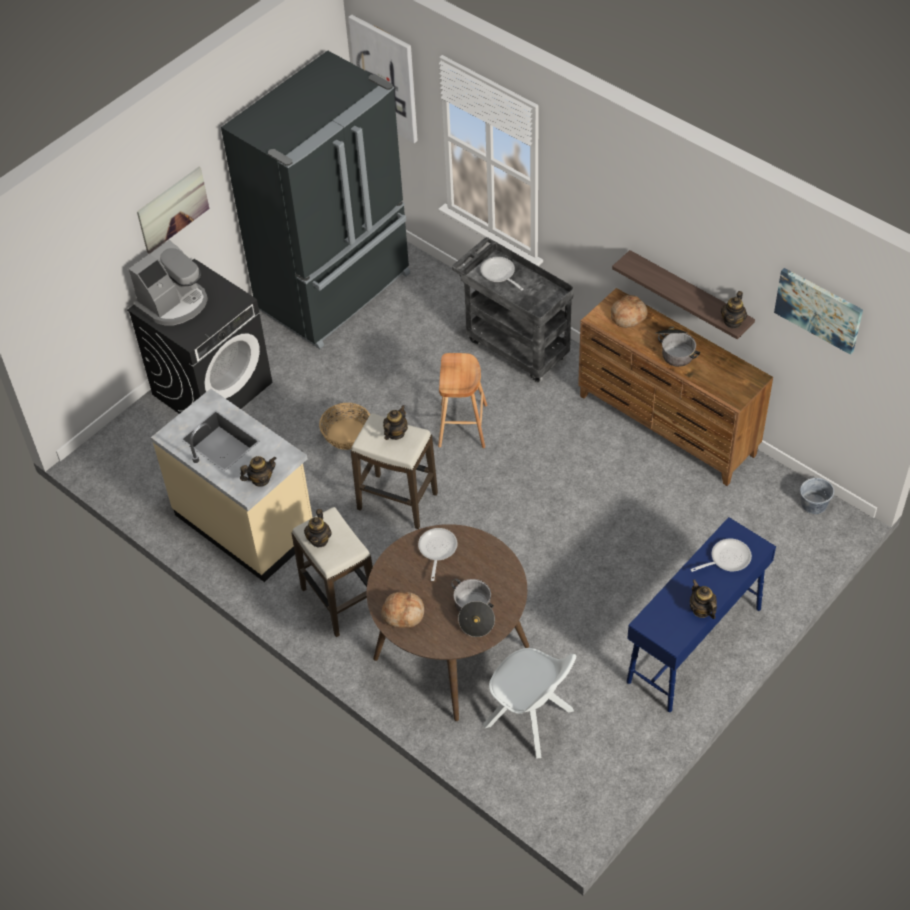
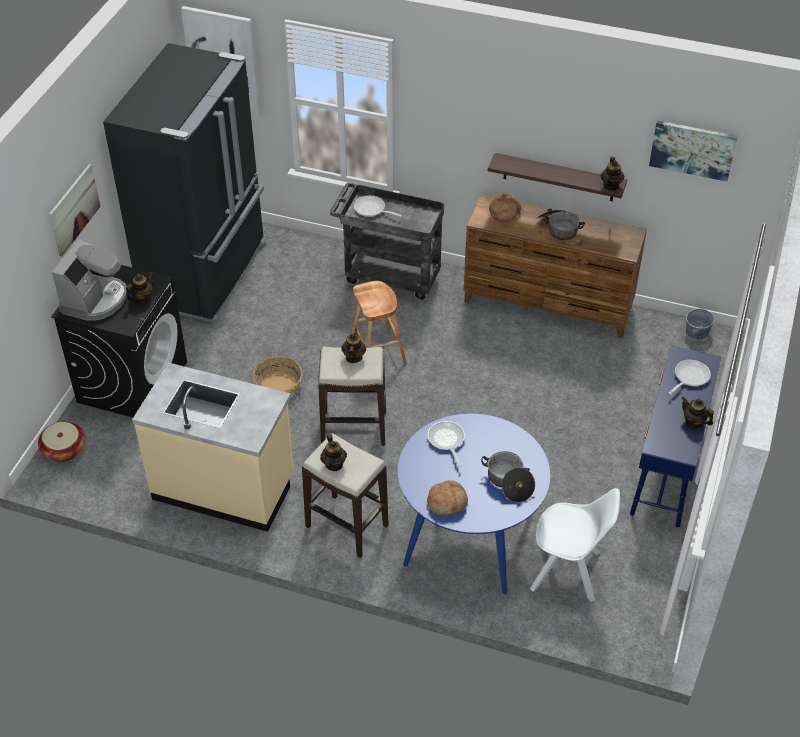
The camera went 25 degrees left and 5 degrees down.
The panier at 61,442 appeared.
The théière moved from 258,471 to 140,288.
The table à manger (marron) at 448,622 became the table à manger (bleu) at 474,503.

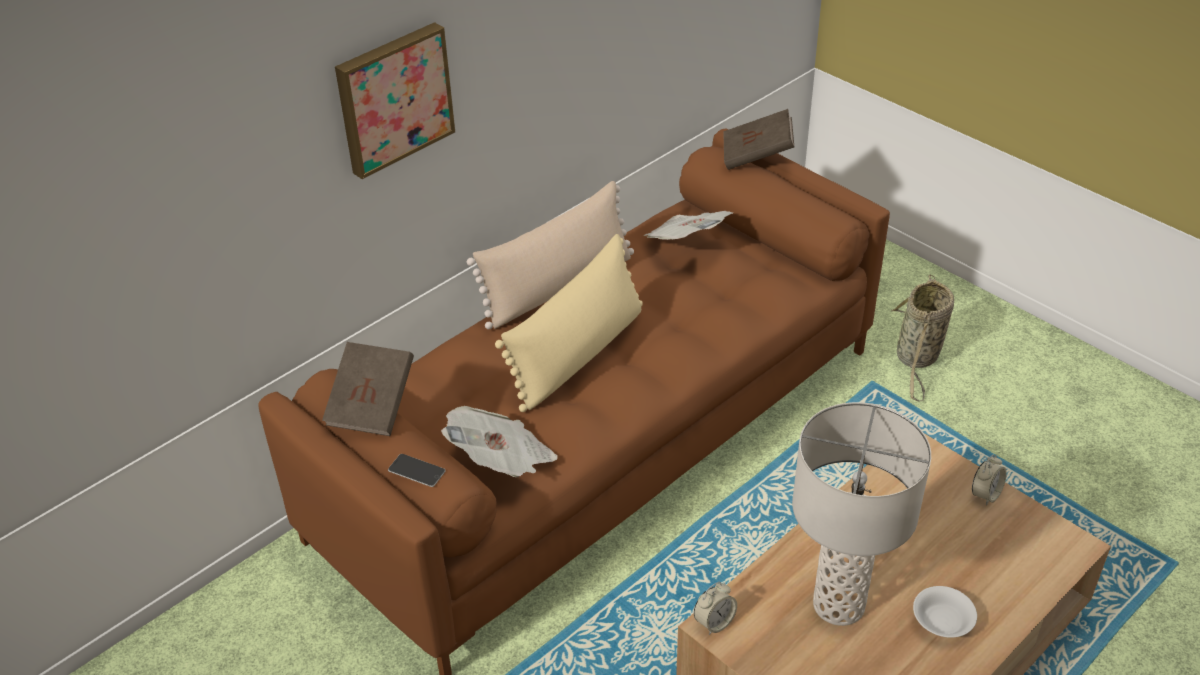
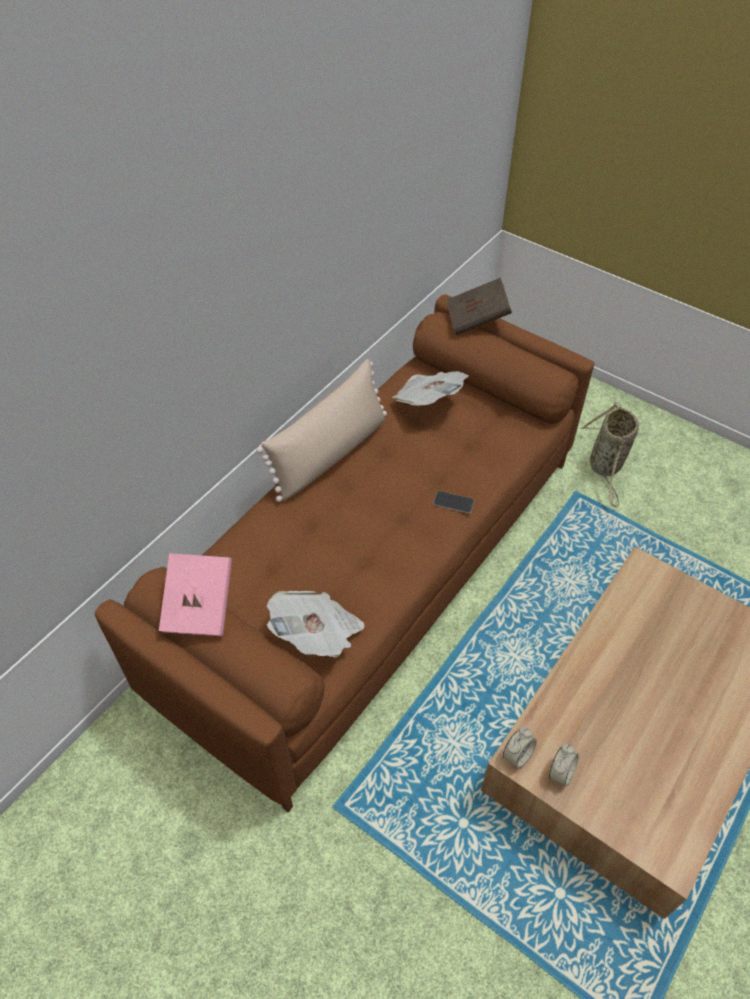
The camera went 10 degrees left and 10 degrees up.
The livre (marron) at 368,389 became the livre (rose) at 195,594.
The téléphone moved from 417,470 to 454,502.
The réveil moved from 989,480 to 564,765.
The tableau at 395,100 disappeared.
The coussin (beige) at 569,323 disappeared.
The lampe de table (blanc) at 861,514 disappeared.
The bol (blanc) at 945,612 disappeared.

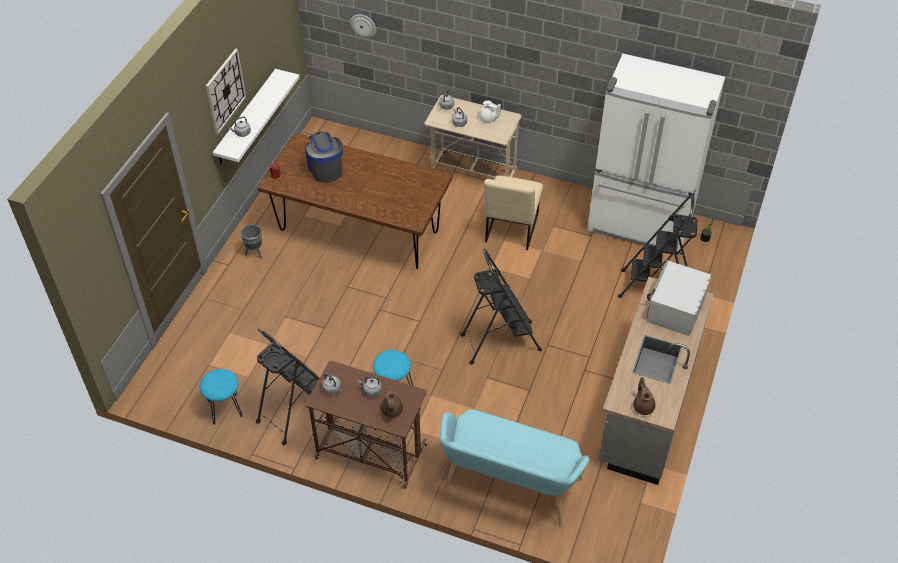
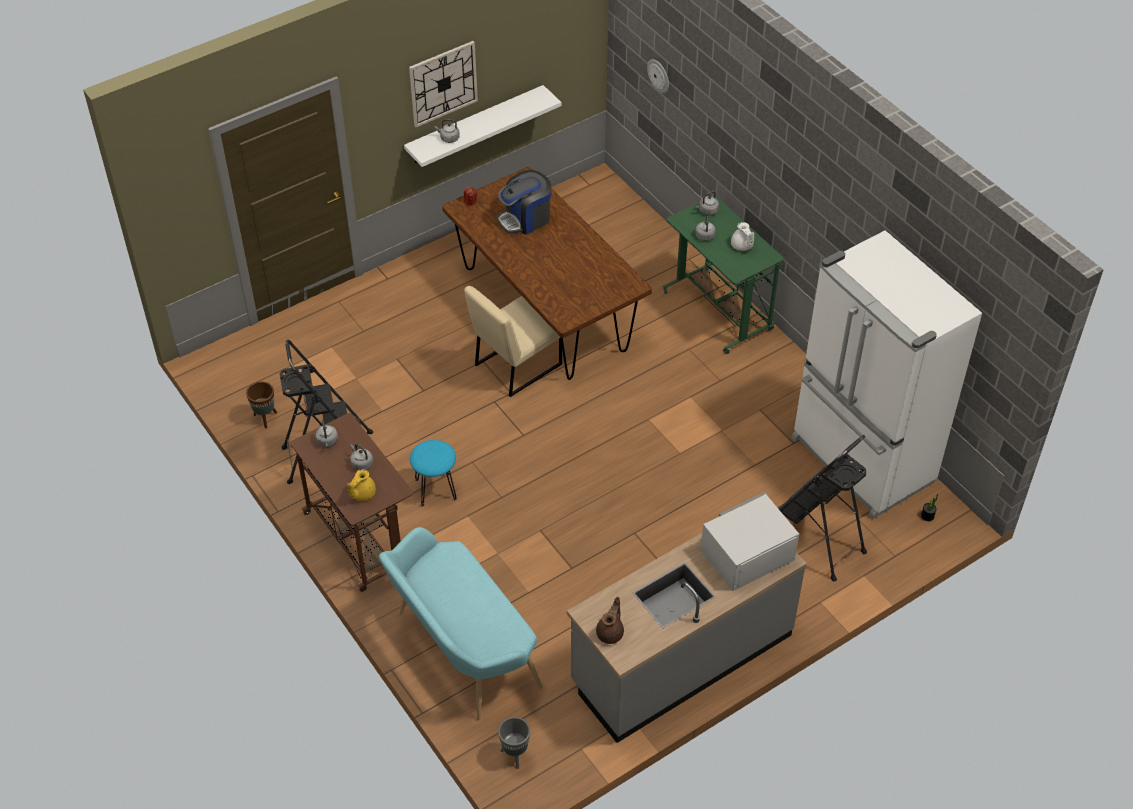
The camera went 35 degrees right and 0 degrees up.
The tabouret (turquoise) at 221,397 was replaced by the cache-pot (marron) at 261,405.
The théière (marron) at 392,404 became the théière (jaune) at 361,485.
The chaise (beige) moved from 513,213 to 513,341.
The machine à café at 324,157 turned 135 degrees counterclockwise.
The cache-pot (gris) moved from 251,241 to 514,743.
The bureau (beige) at 472,136 became the bureau (vert) at 723,275.
The escabeau at 501,307 disappeared.

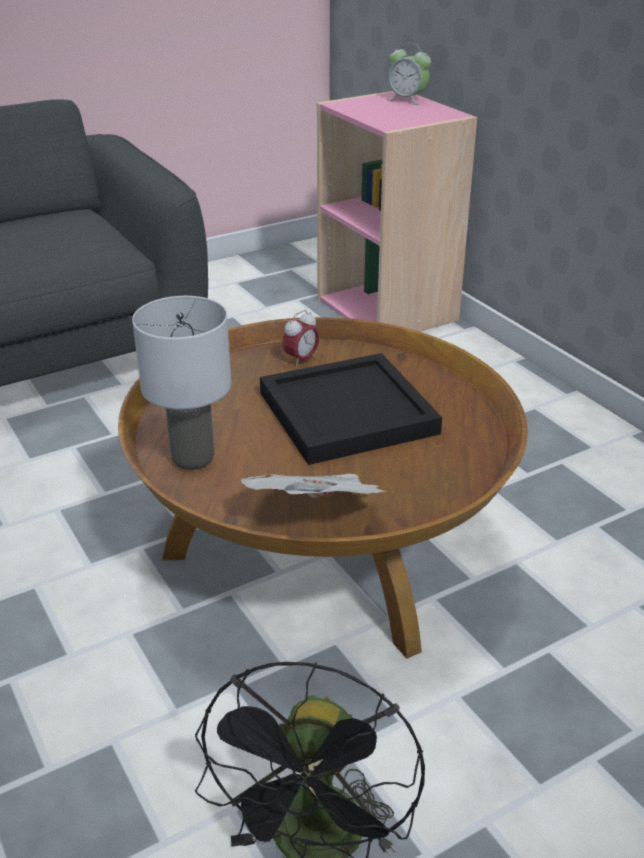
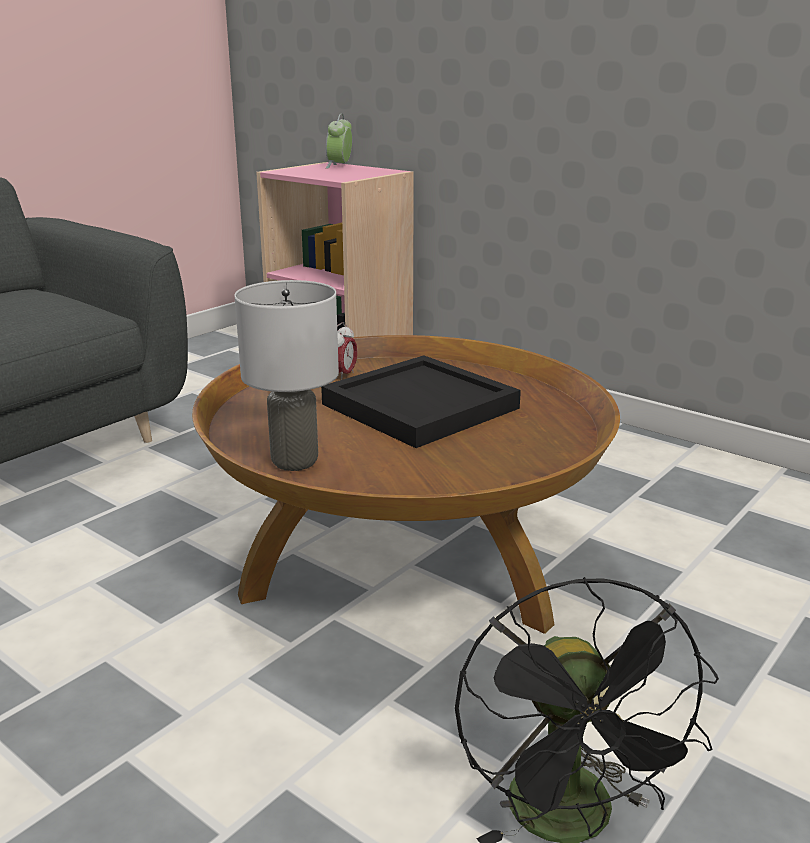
The camera went 20 degrees left and 10 degrees down.
The réveil at 409,74 turned 90 degrees clockwise.
The journal at 314,486 disappeared.

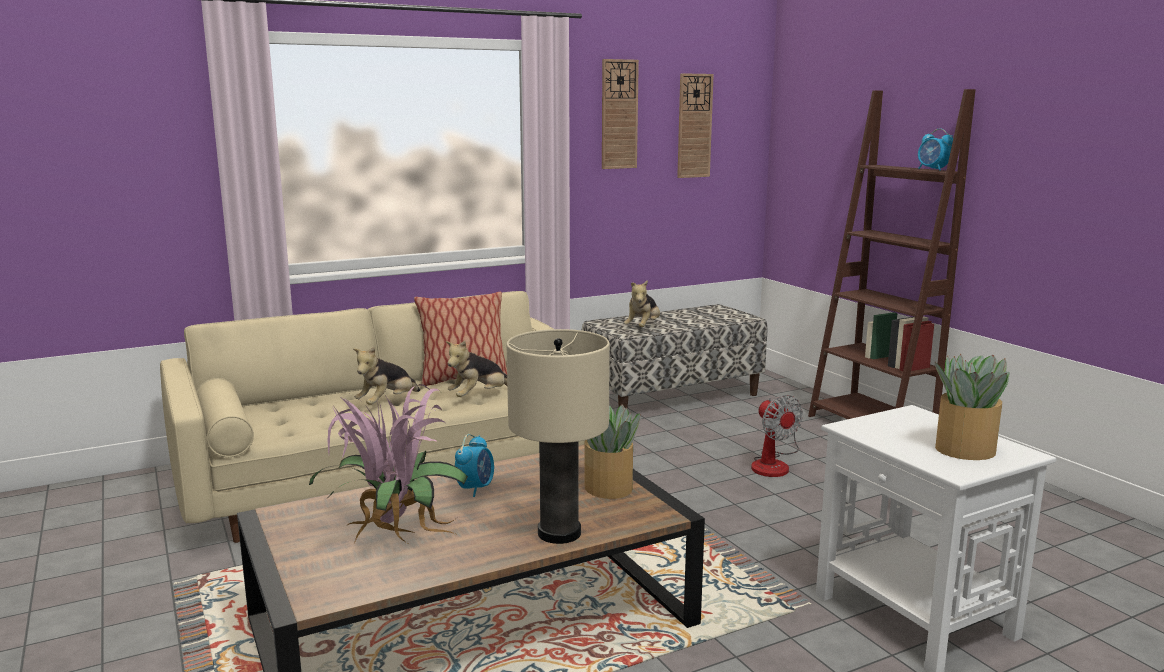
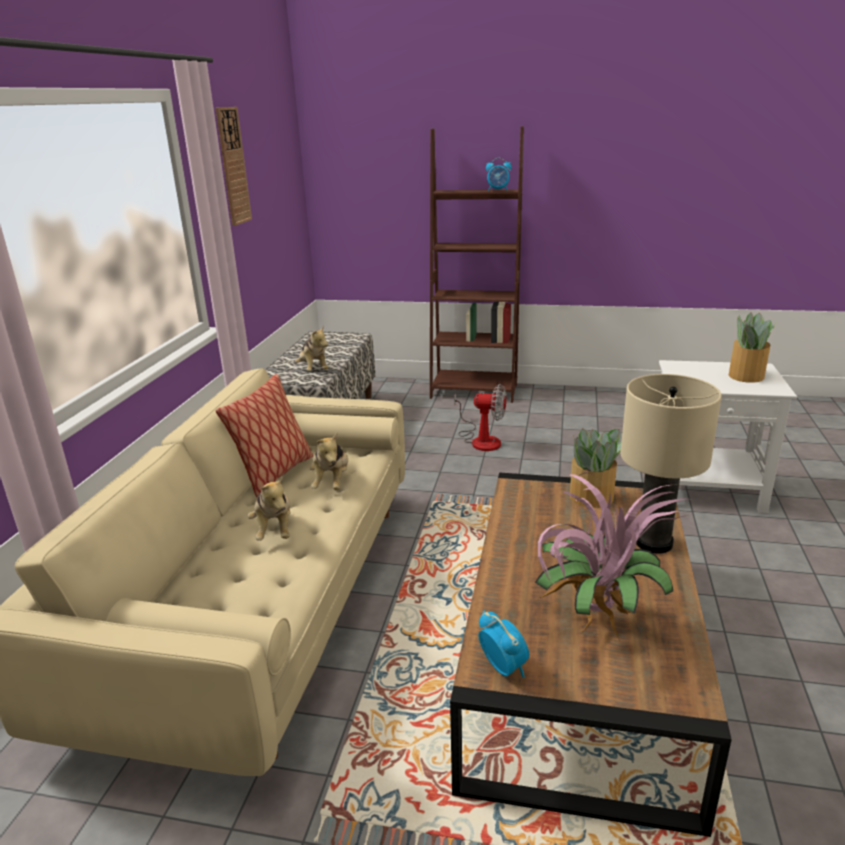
The camera went 50 degrees left and 10 degrees up.
The réveil moved from 474,465 to 504,644.
The horloge murale at 695,125 disappeared.

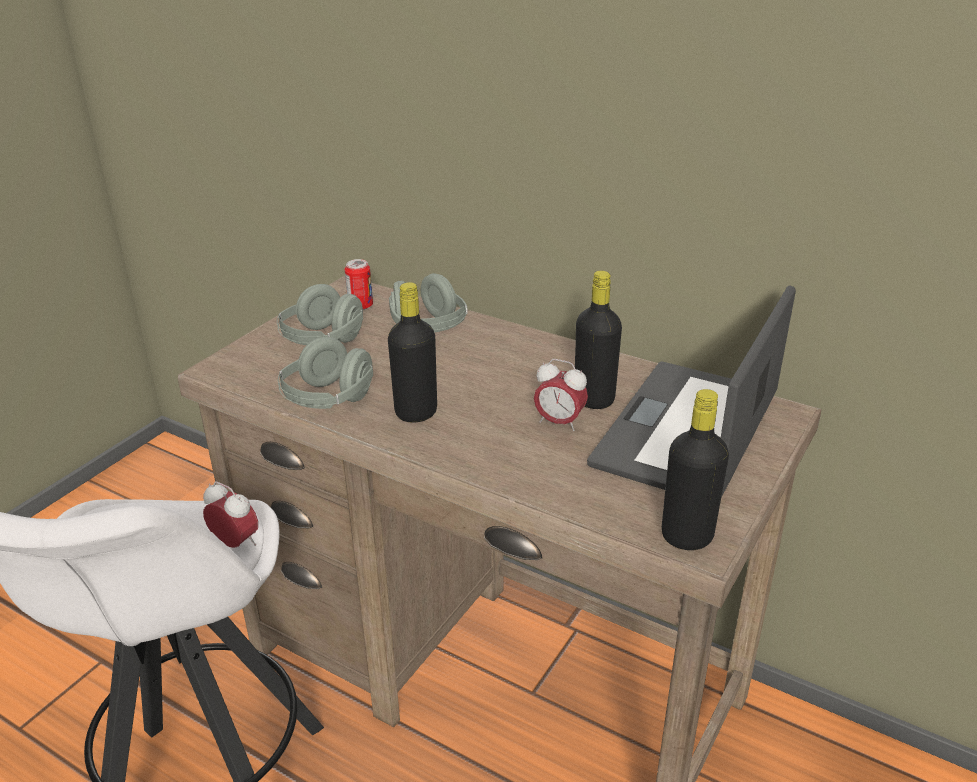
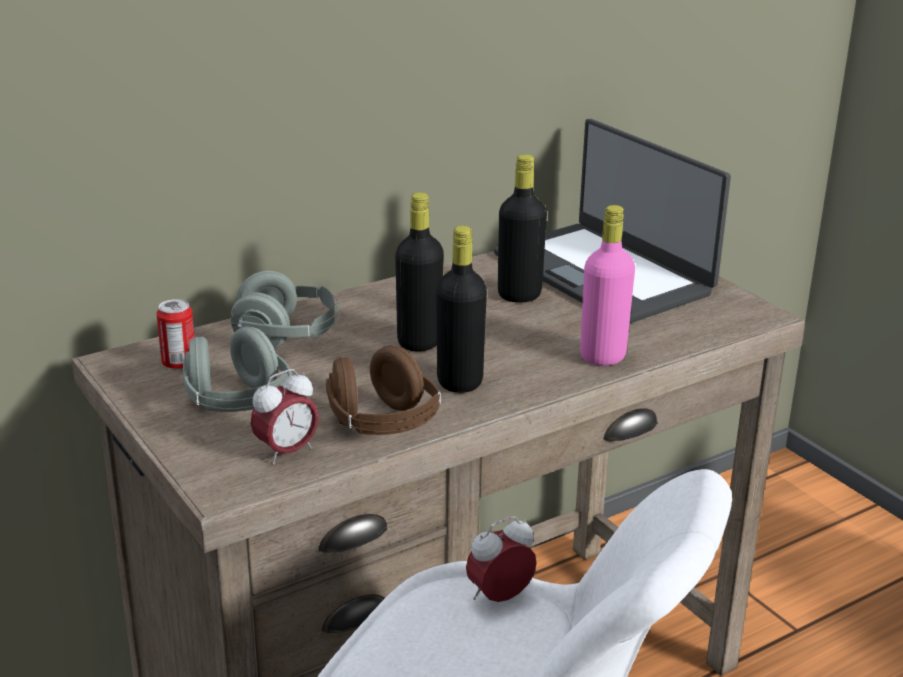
The camera went 65 degrees left and 5 degrees down.
The réveil moved from 561,395 to 285,417.
The casque audio (gris) at 325,373 became the casque audio (marron) at 383,390.
The bouteille (noir) moved from 695,469 to 419,272.
The bouteille (rose) at 607,285 appeared.

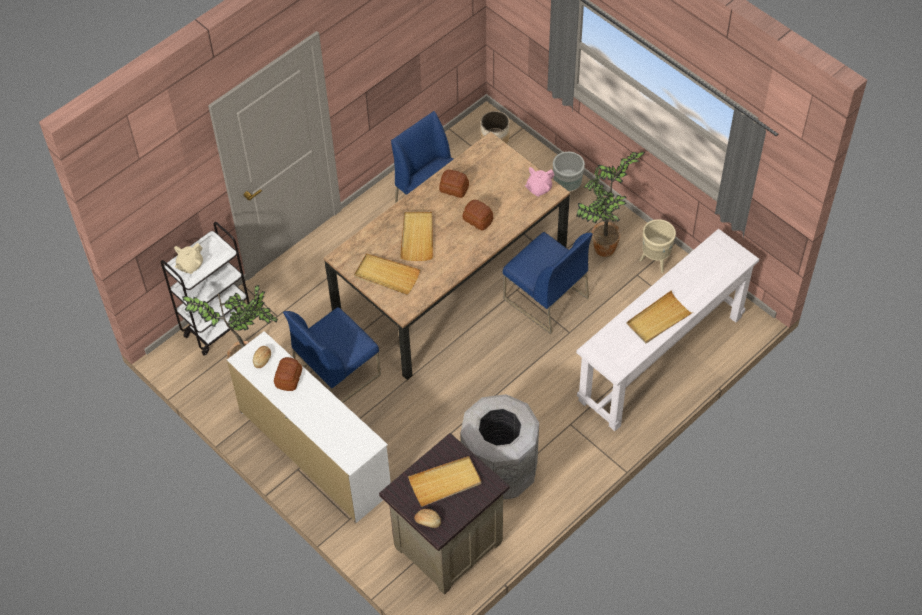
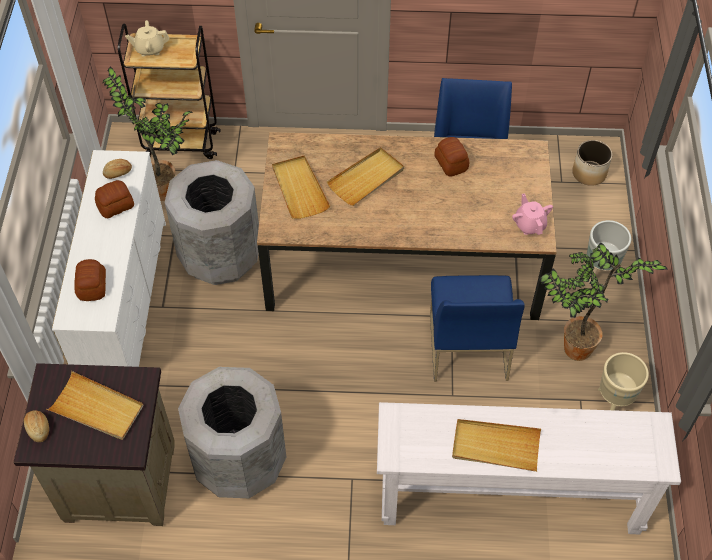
The camera went 45 degrees right and 0 degrees up.
The pain moved from 477,215 to 90,280.
The chariot (blanc) at 205,289 became the chariot (marron) at 169,91.
The chaise (bleu) at 332,355 was replaced by the poubelle (gris) at 212,222.
The théière (rose) at 540,182 turned 60 degrees clockwise.

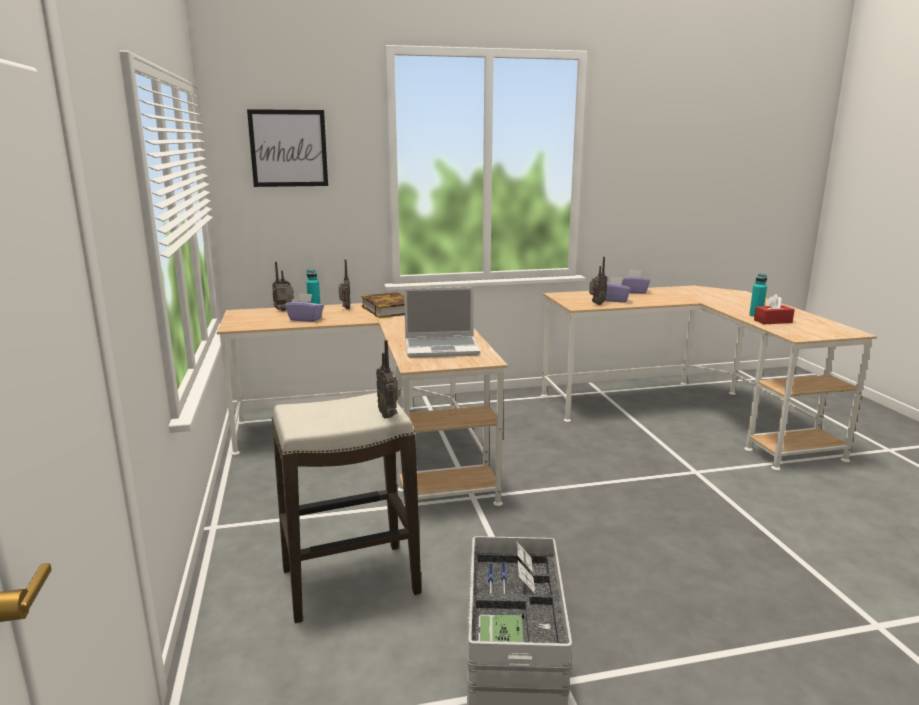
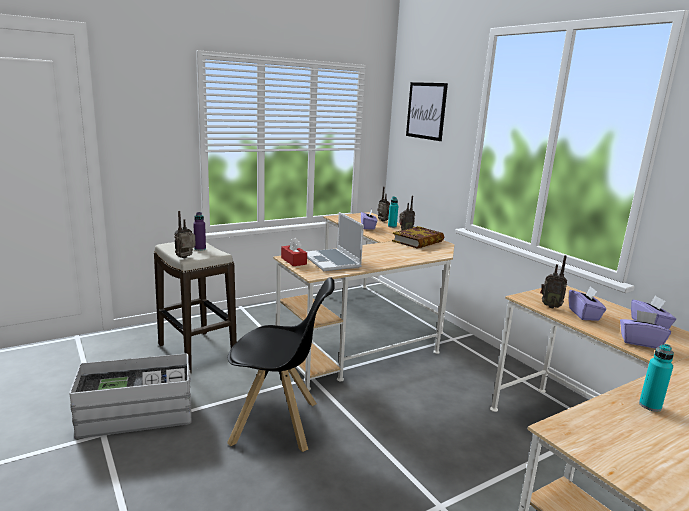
The camera went 70 degrees right and 0 degrees up.
The bouteille (violet) at 199,231 appeared.
The chaise (noir) at 281,364 appeared.
The boîte à mouchoirs (rouge) moved from 774,309 to 294,252.
The boîte à mouchoirs (violet) at 645,329 appeared.

